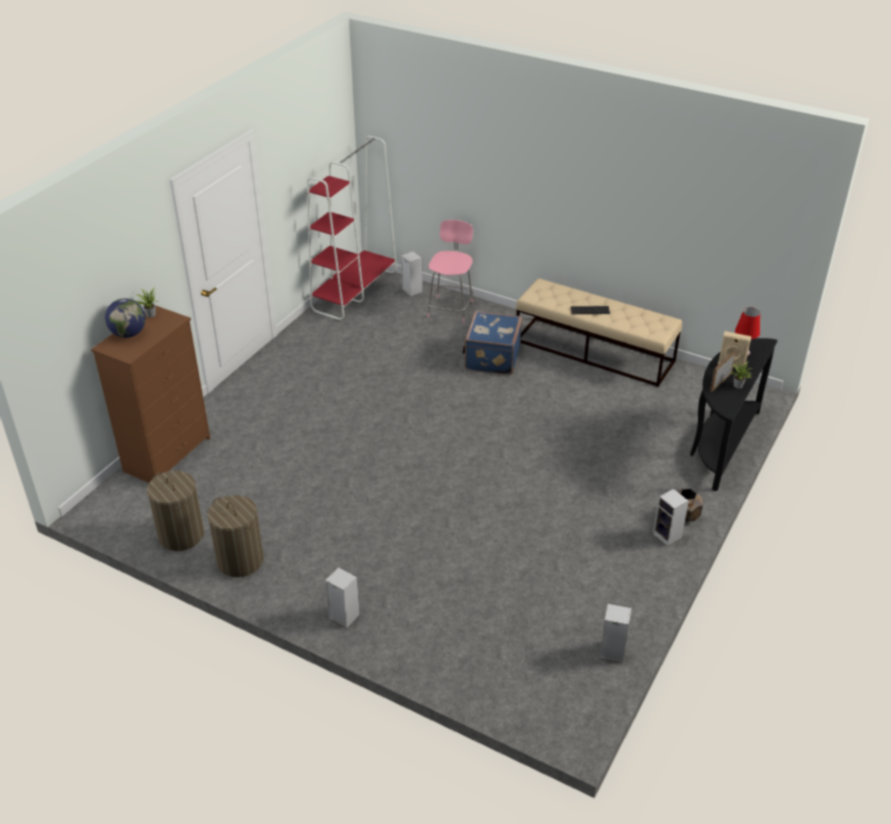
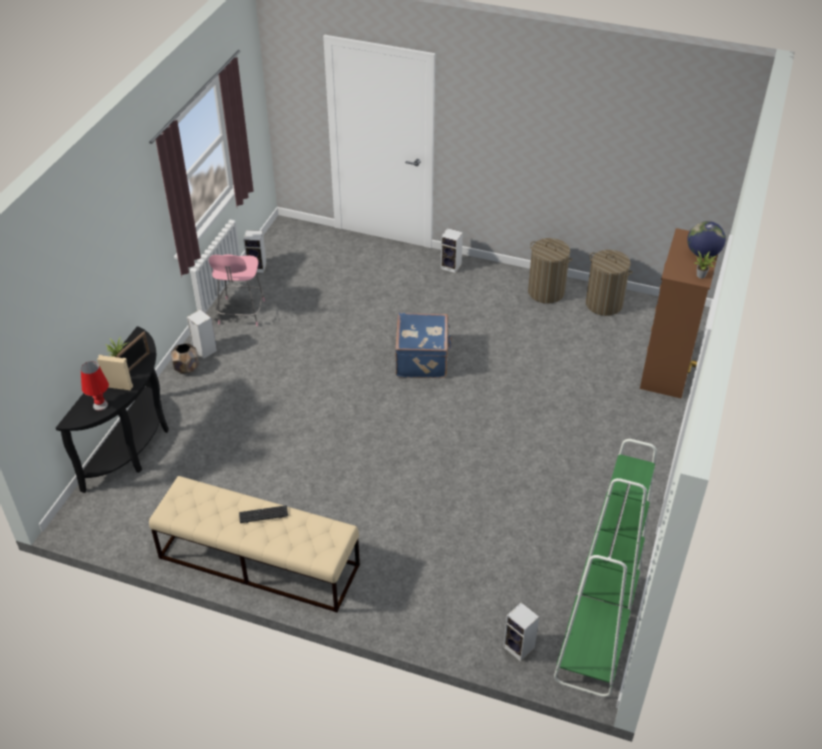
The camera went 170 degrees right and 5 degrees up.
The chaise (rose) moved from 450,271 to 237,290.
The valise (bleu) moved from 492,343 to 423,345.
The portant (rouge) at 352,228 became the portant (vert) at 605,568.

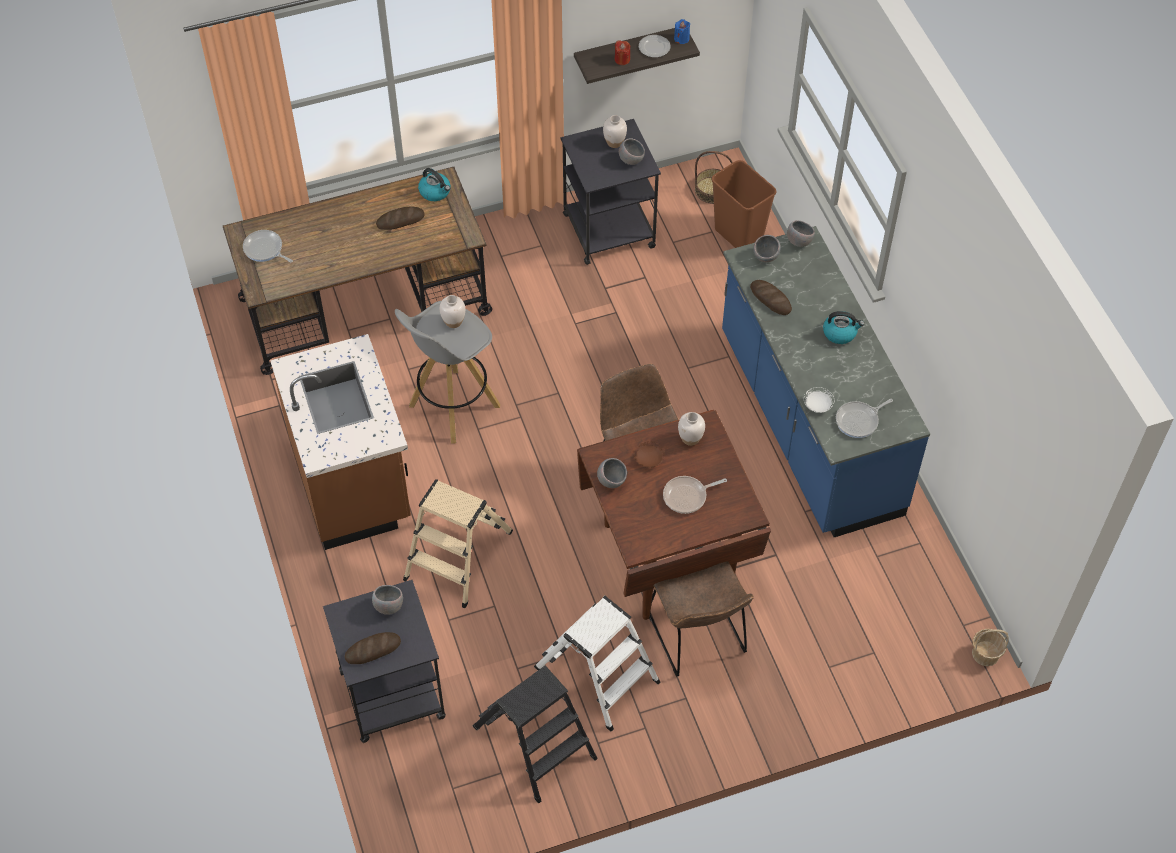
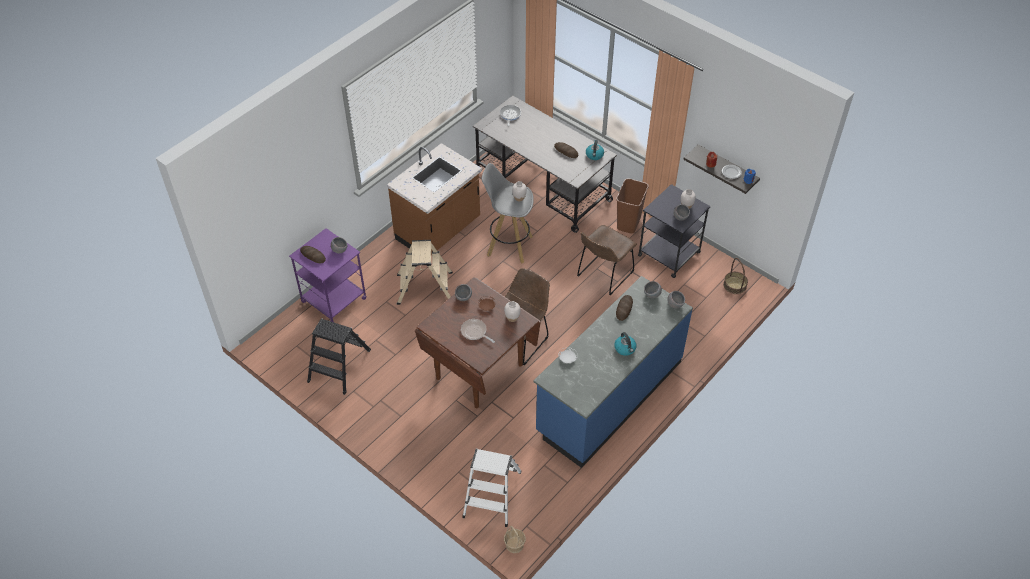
The camera went 60 degrees right and 5 degrees down.
The chariot (noir) at 384,661 became the chariot (violet) at 328,275.
The escabeau (blanc) moved from 597,663 to 492,488.
The bureau (marron) at 357,271 became the bureau (gris) at 545,164.
The chaise (marron) moved from 701,619 to 607,260.
The poubelle (marron) moved from 743,204 to 632,205.
The poêle at 864,418 disappeared.

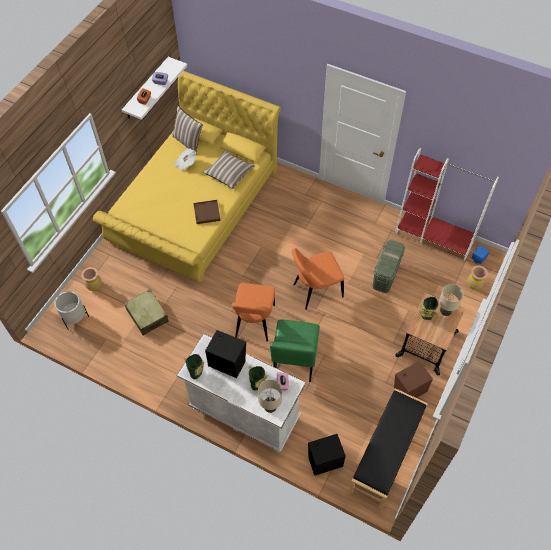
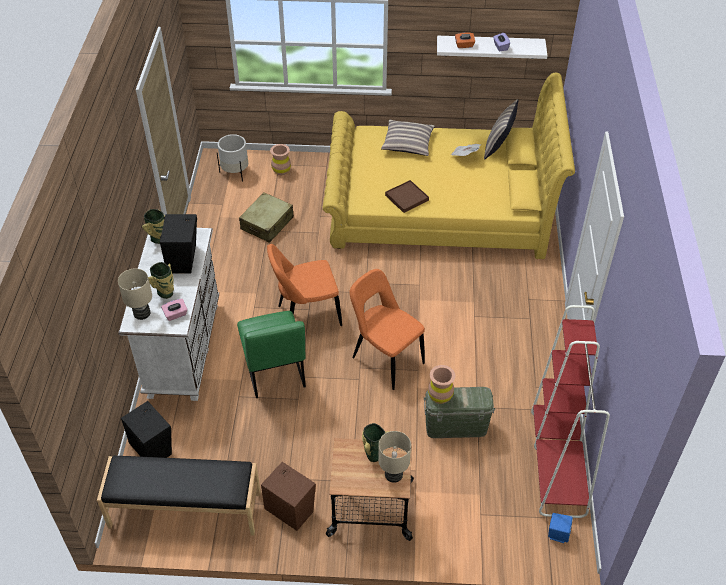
The camera went 65 degrees right and 10 degrees down.
The chaise (vert) at 295,350 turned 90 degrees counterclockwise.
The coussin moved from 229,169 to 408,138.
The vase (marron) moved from 477,277 to 441,384.

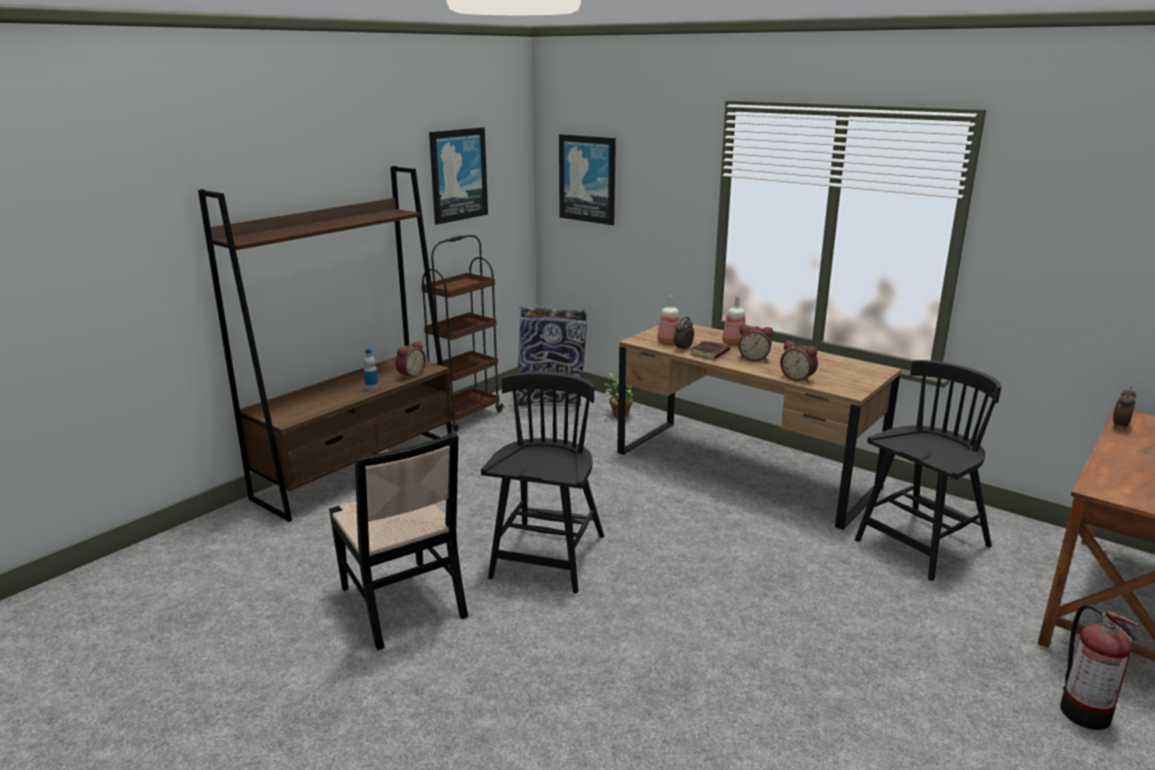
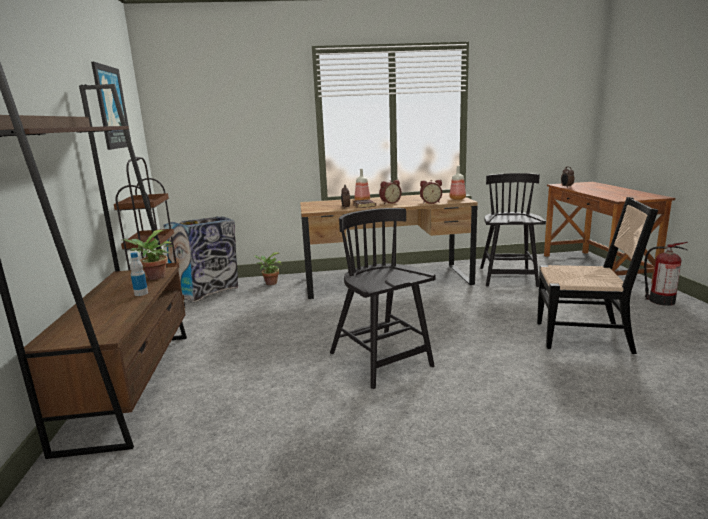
The camera went 45 degrees left and 5 degrees down.
The réveil at 410,360 was replaced by the plante en pot at 148,255.
The bouteille moved from 668,320 to 457,183.
The chaise moved from 398,541 to 597,275.
The tableau at 587,179 disappeared.

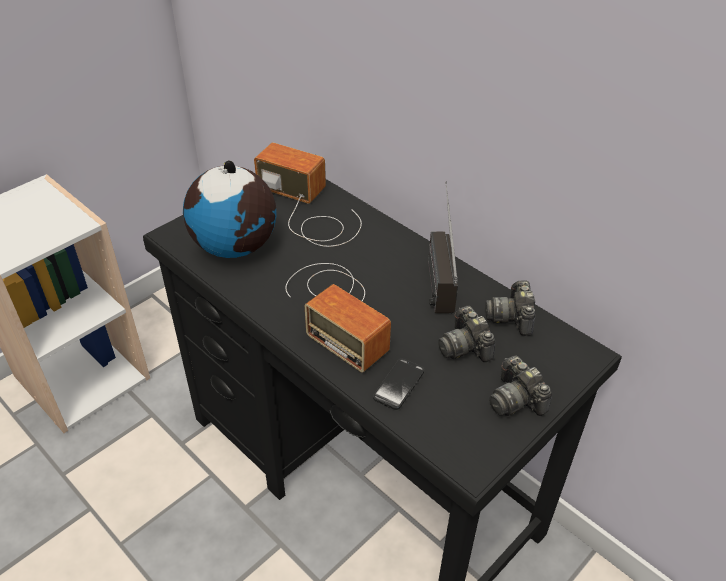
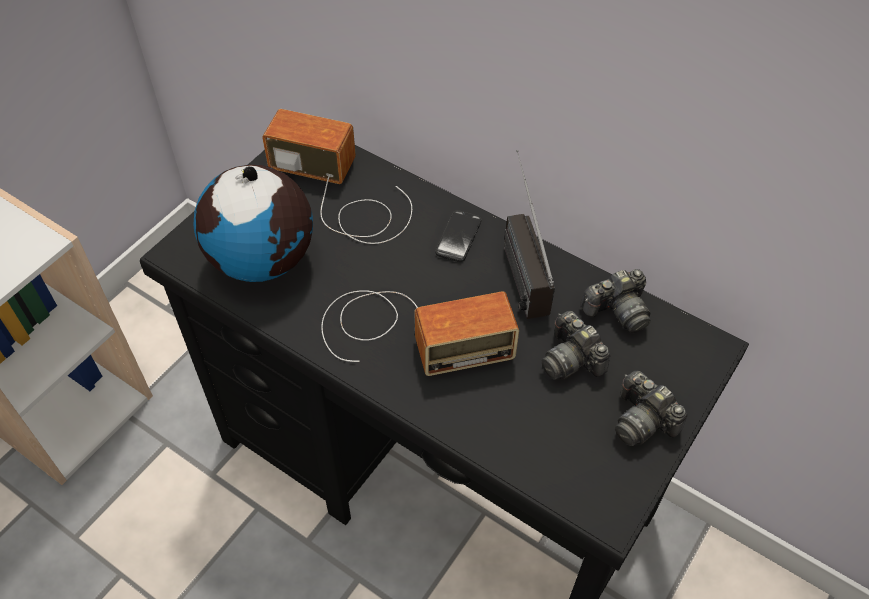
The camera went 10 degrees left and 10 degrees up.
The radio at 338,318 turned 45 degrees counterclockwise.
The téléphone moved from 398,384 to 458,236.
The appareil photo at 510,308 turned 105 degrees counterclockwise.

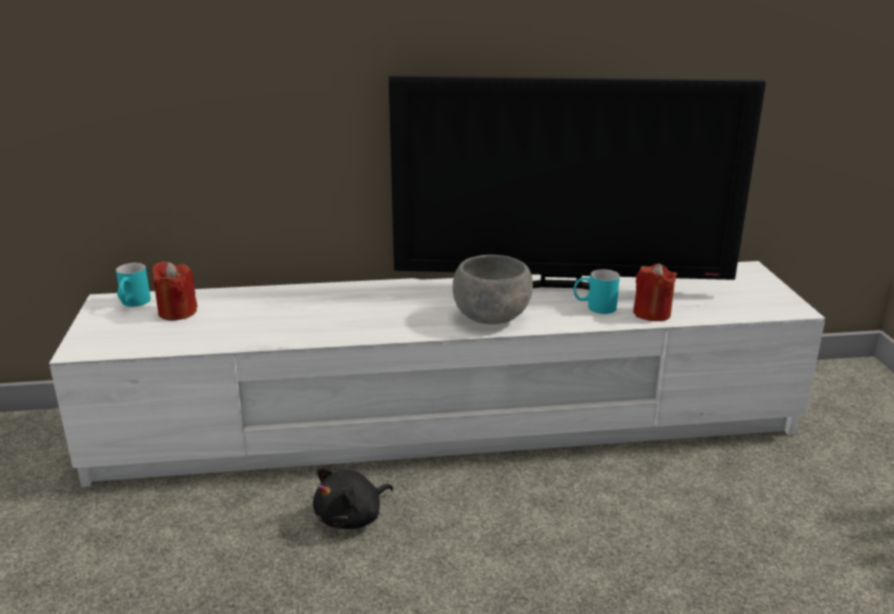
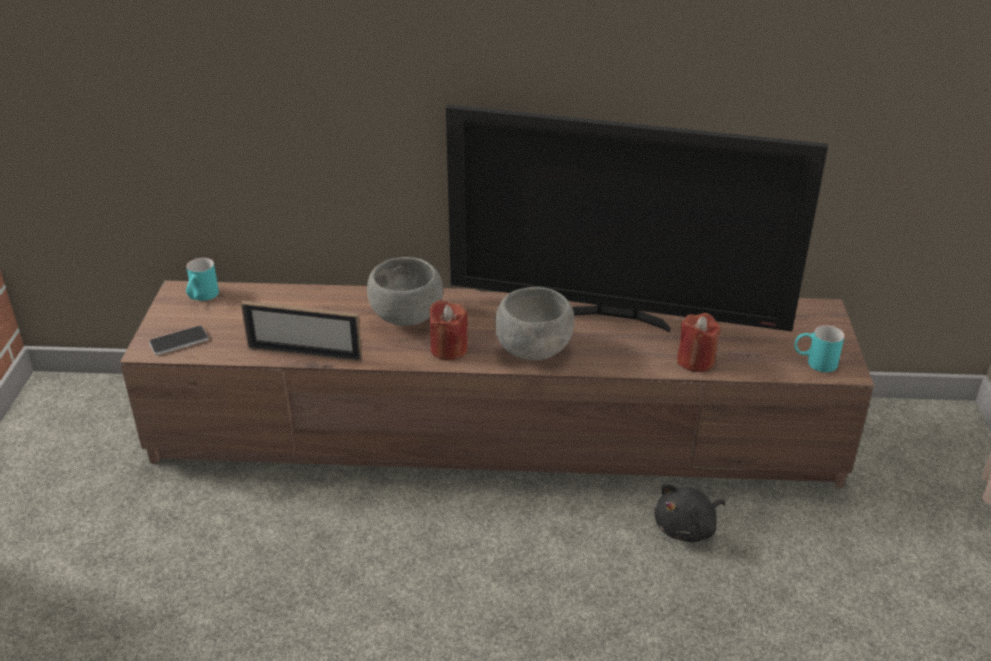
The camera went 10 degrees right and 10 degrees up.
The meuble télé (blanc) at 437,374 became the meuble télé (marron) at 497,384.
The téléphone at 179,340 appeared.
The cadre photo at 301,331 appeared.
The bol (gris) at 405,291 appeared.
The bougie (rouge) moved from 174,291 to 448,330.
The peluche (noir) moved from 353,498 to 690,513.
The mug (turquoise) moved from 597,291 to 820,348.

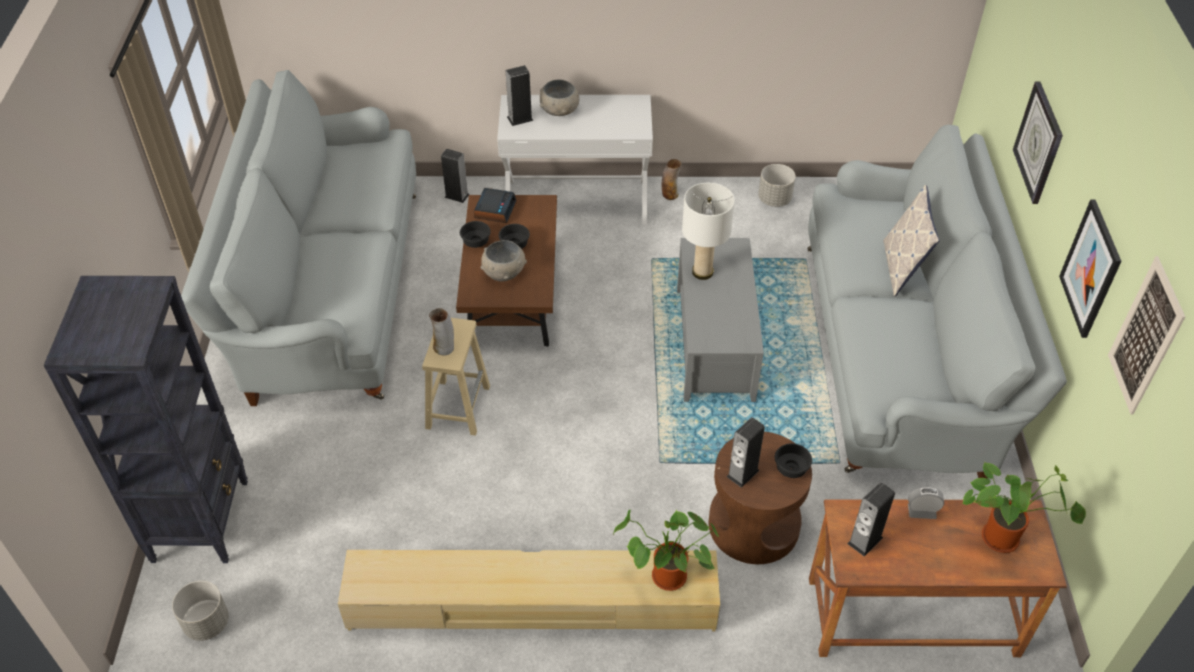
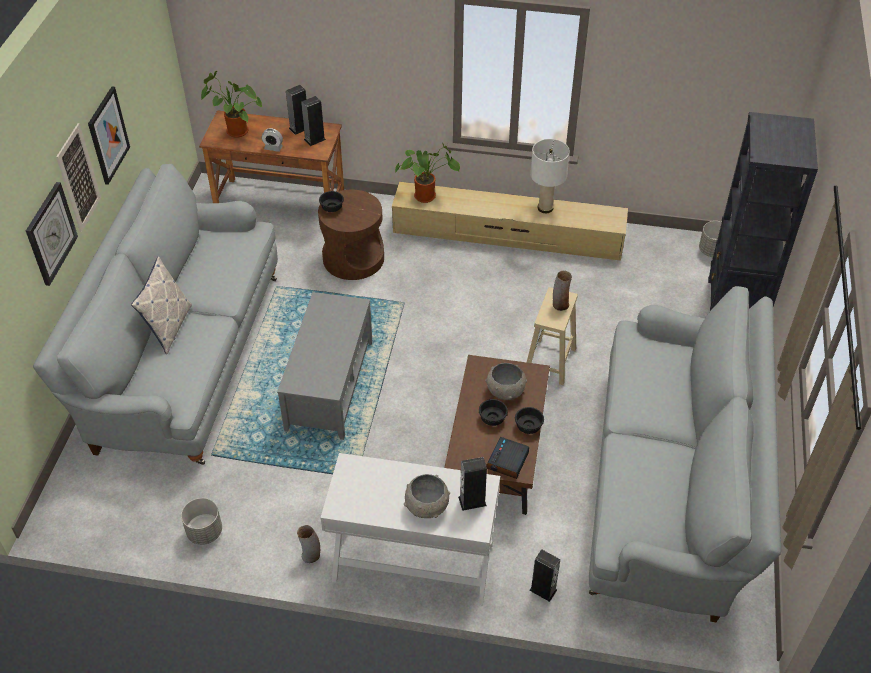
The camera went 170 degrees left and 0 degrees up.
The tableau moved from 1146,335 to 78,177.
The enceinte moved from 745,452 to 296,110.
The lampe de table (blanc) moved from 708,231 to 550,176.

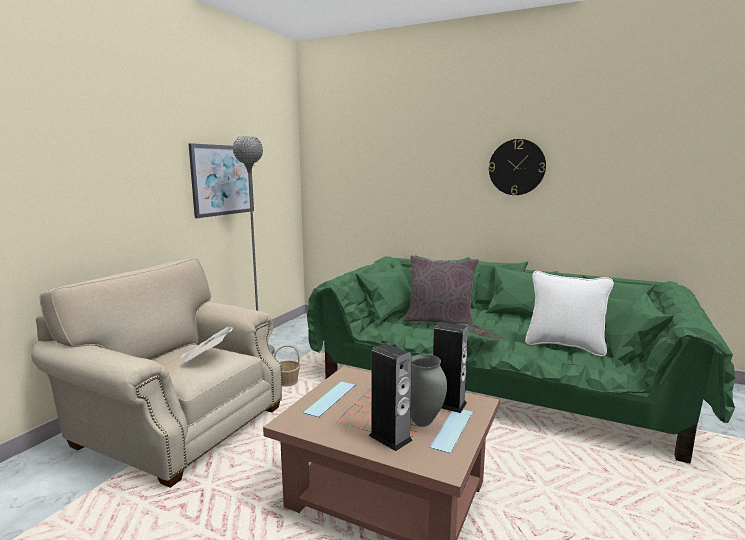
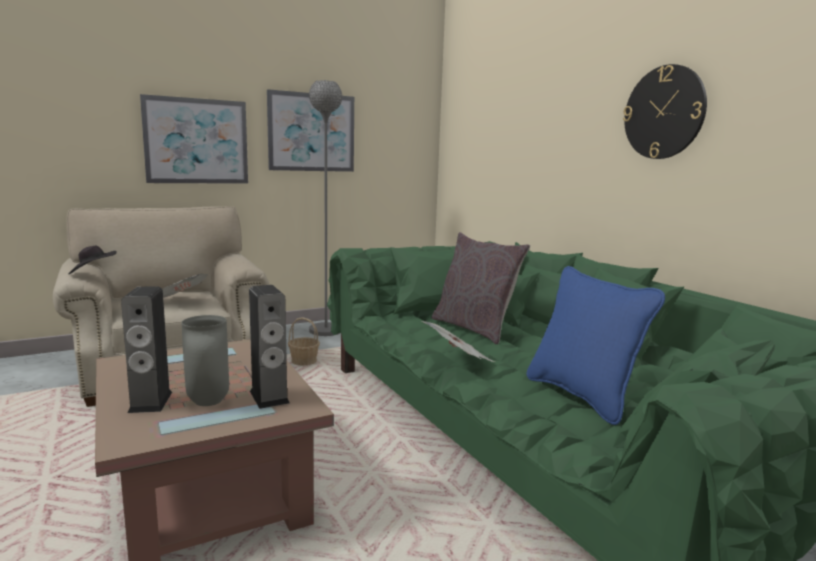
The camera went 35 degrees right and 0 degrees up.
The chapeau (noir) at 93,260 appeared.
The tableau at 194,139 appeared.
The coussin (blanc) at 569,314 became the coussin (bleu) at 595,345.

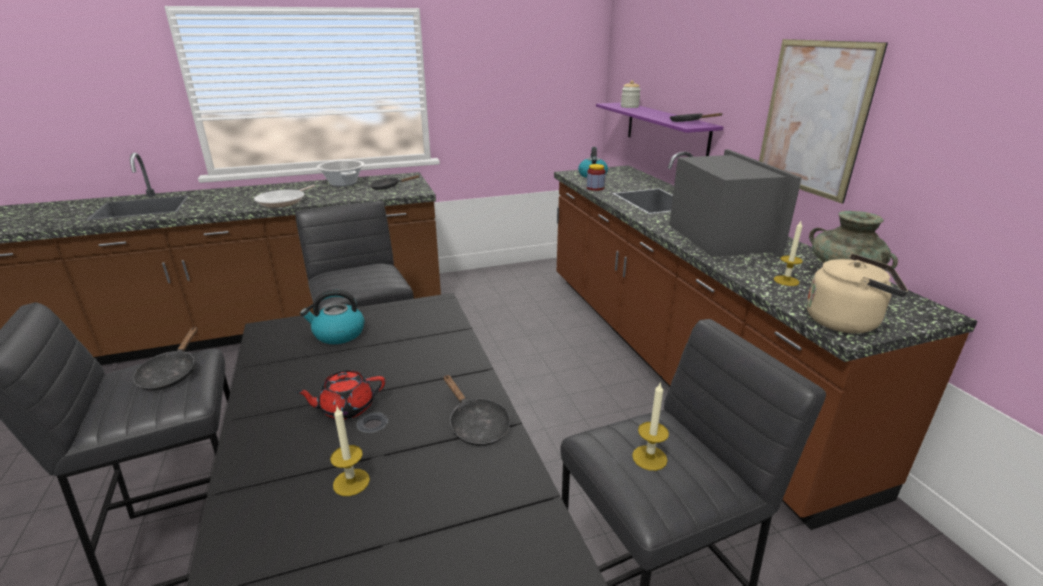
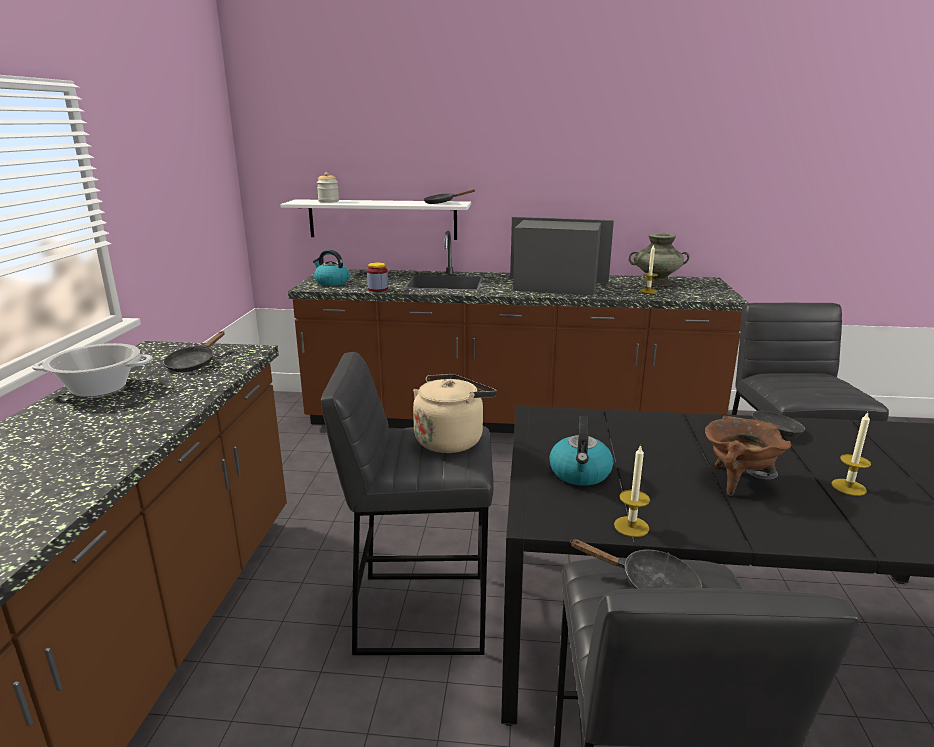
The camera went 65 degrees left and 5 degrees down.
The étagère (violet) at 659,129 became the étagère (blanc) at 375,219.
The bouilloire (beige) moved from 857,294 to 455,413.
The bougie moved from 650,426 to 632,490.
The théière (rouge) at 340,394 was replaced by the marmite (marron) at 748,457.
The poêle at 284,196 disappeared.
The tableau at 823,121 disappeared.

